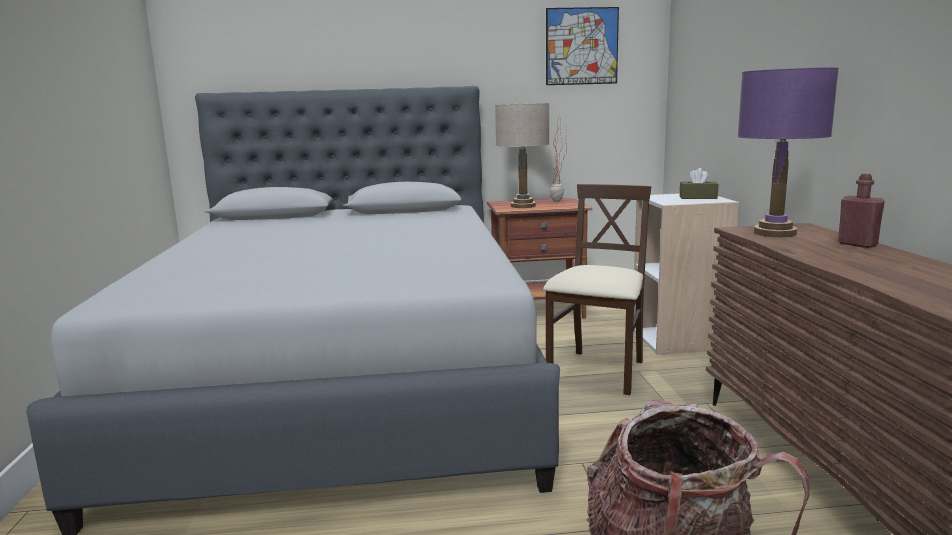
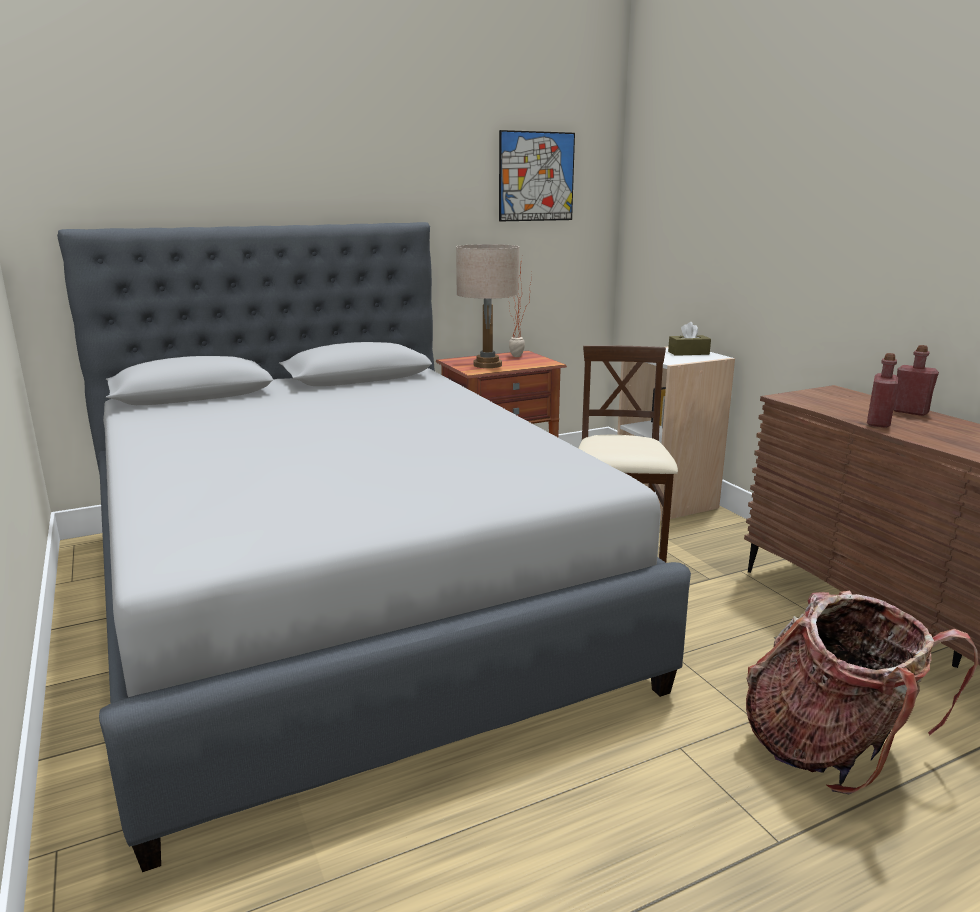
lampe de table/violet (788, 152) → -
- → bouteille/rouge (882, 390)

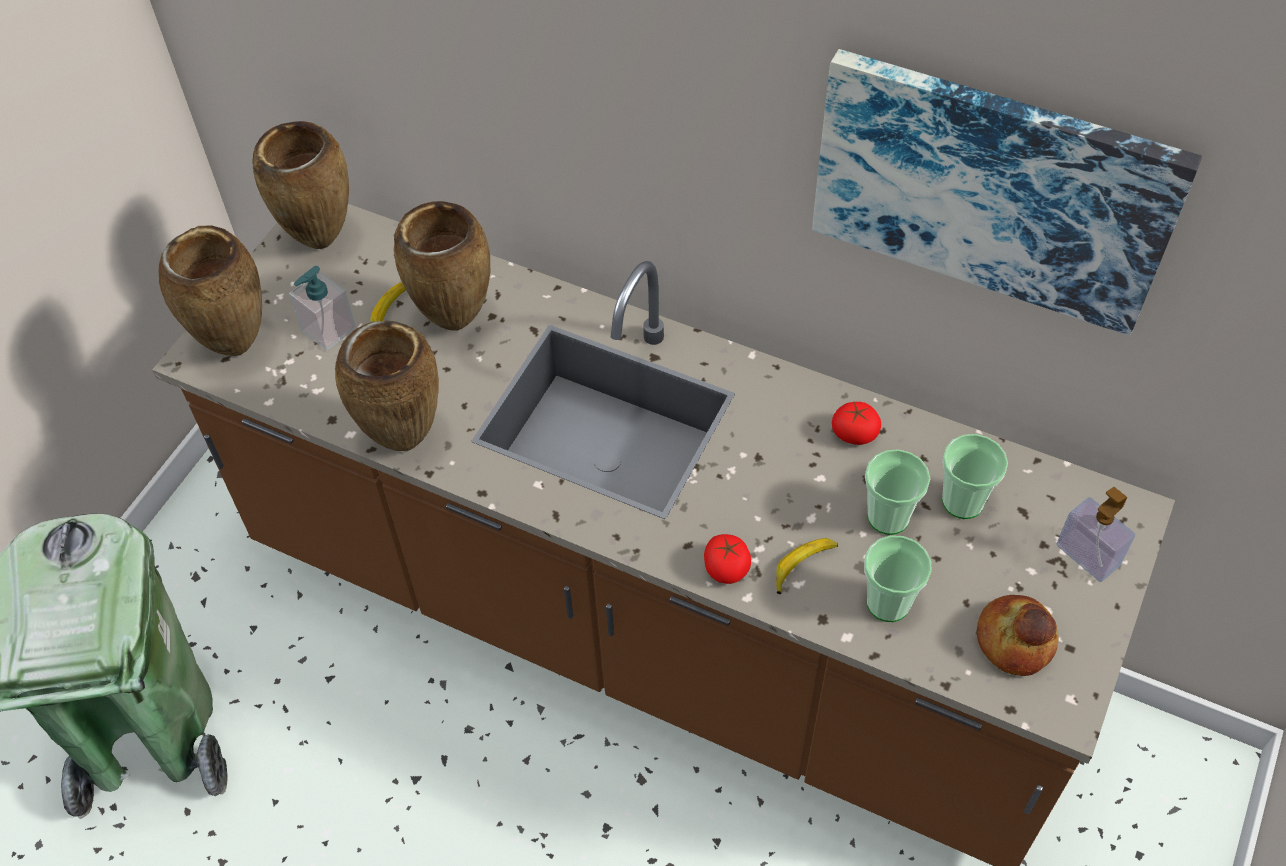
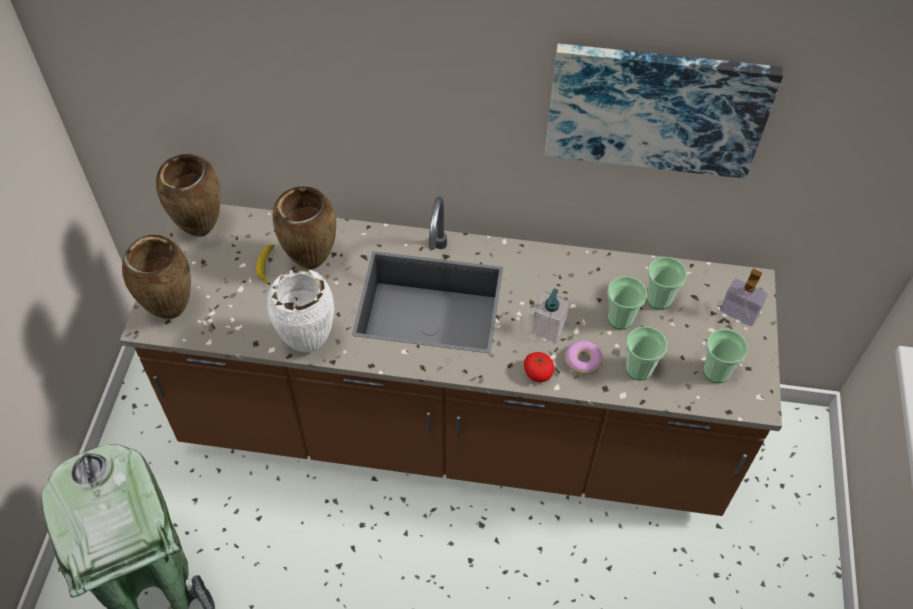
tomate (856, 423) → -
distributeur de savon (322, 308) → distributeur de savon (550, 316), relocated
banane (807, 566) → beignet (584, 358)
pain (1017, 635) → tasse (725, 356)
vase/marron (387, 385) → vase/blanc (300, 311)

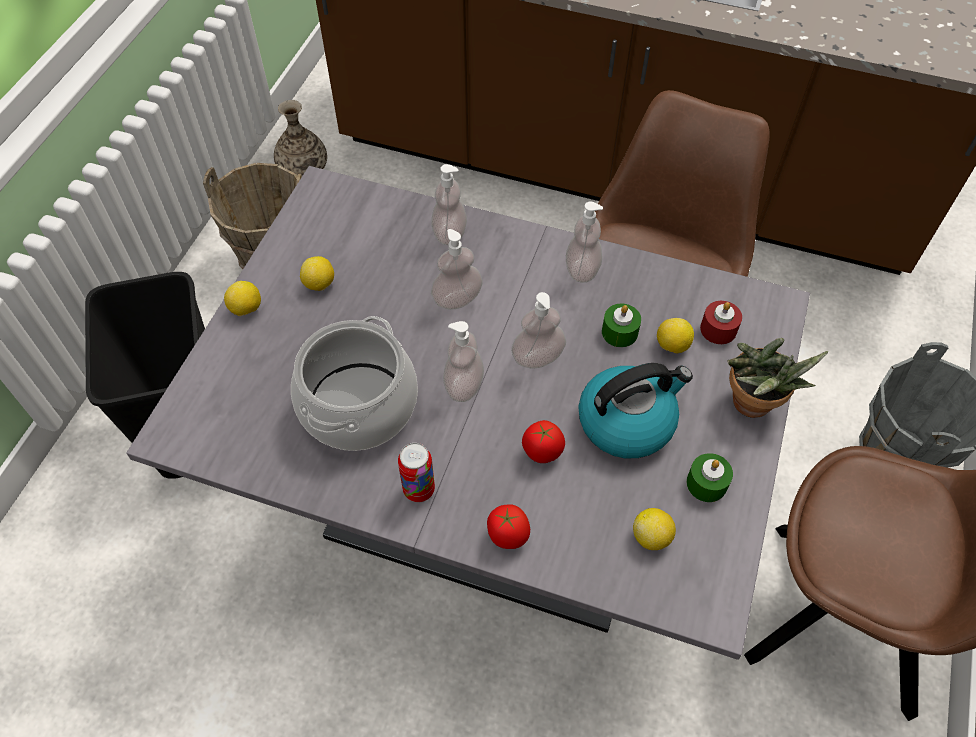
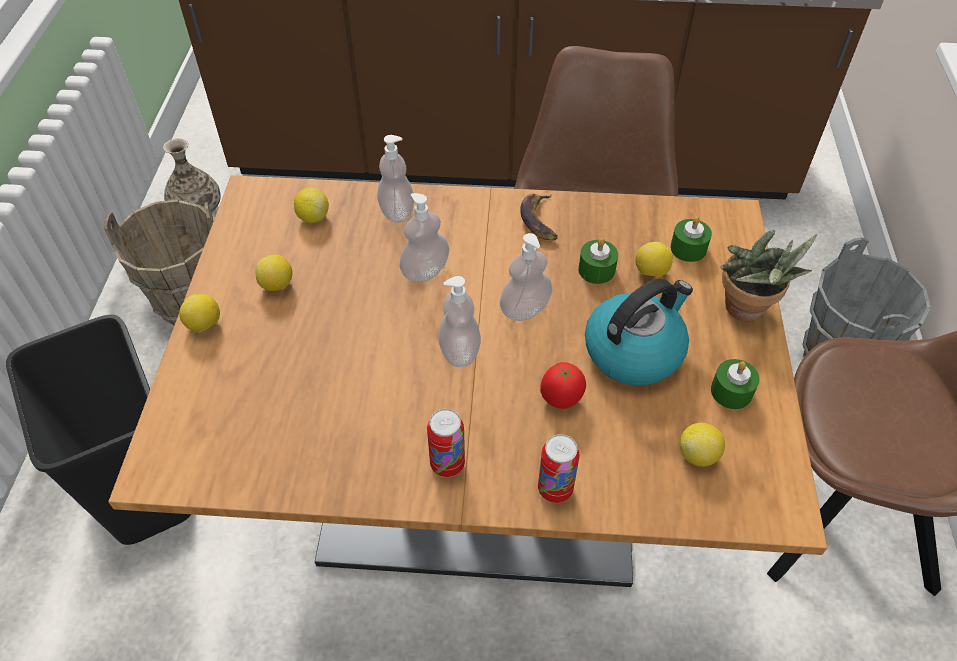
marmite (354, 383) → -
- → citron (311, 205)
tomate (508, 526) → boîte métallique (559, 468)
distributeur de savon (584, 242) → banane (539, 217)
table à manger/gris (468, 413) → table à manger/marron (467, 381)
bougie/rouge (721, 322) → bougie/vert (691, 239)

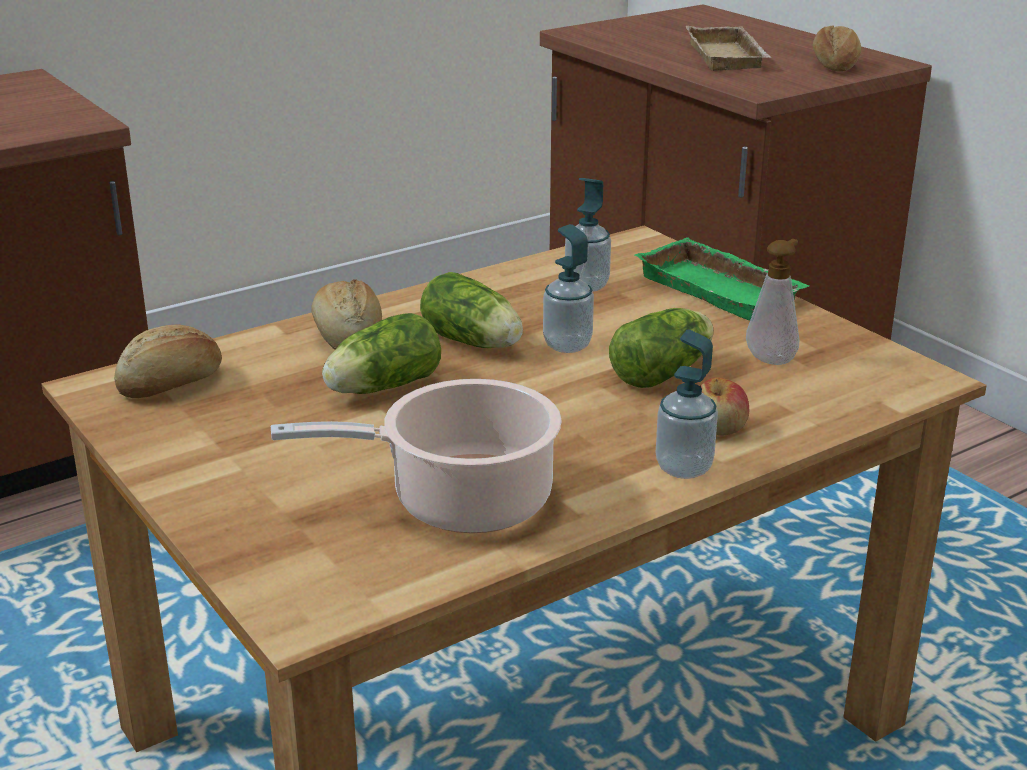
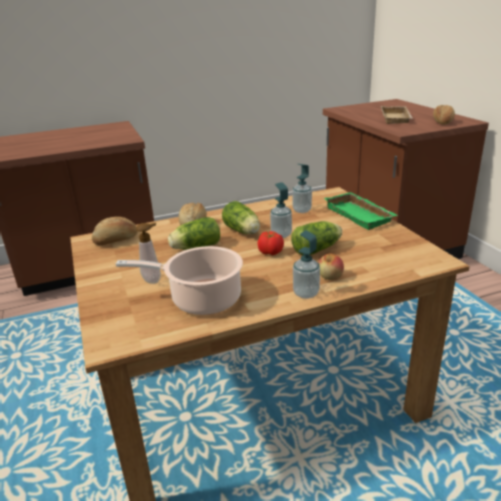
- → tomate (271, 243)
distributeur de savon (772, 302) → distributeur de savon (148, 253), relocated

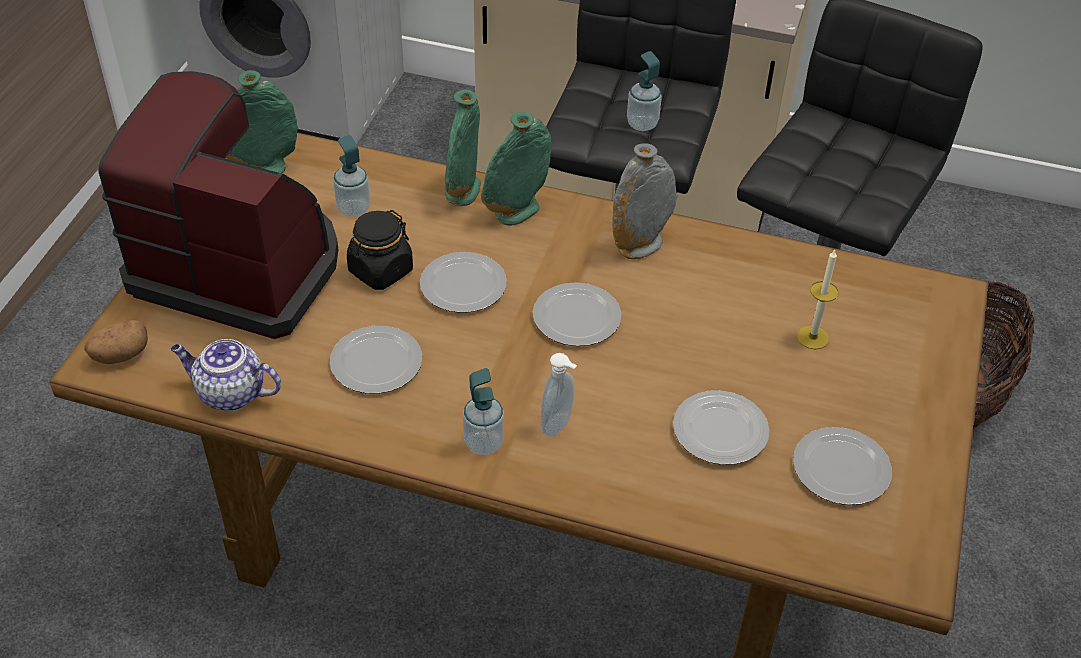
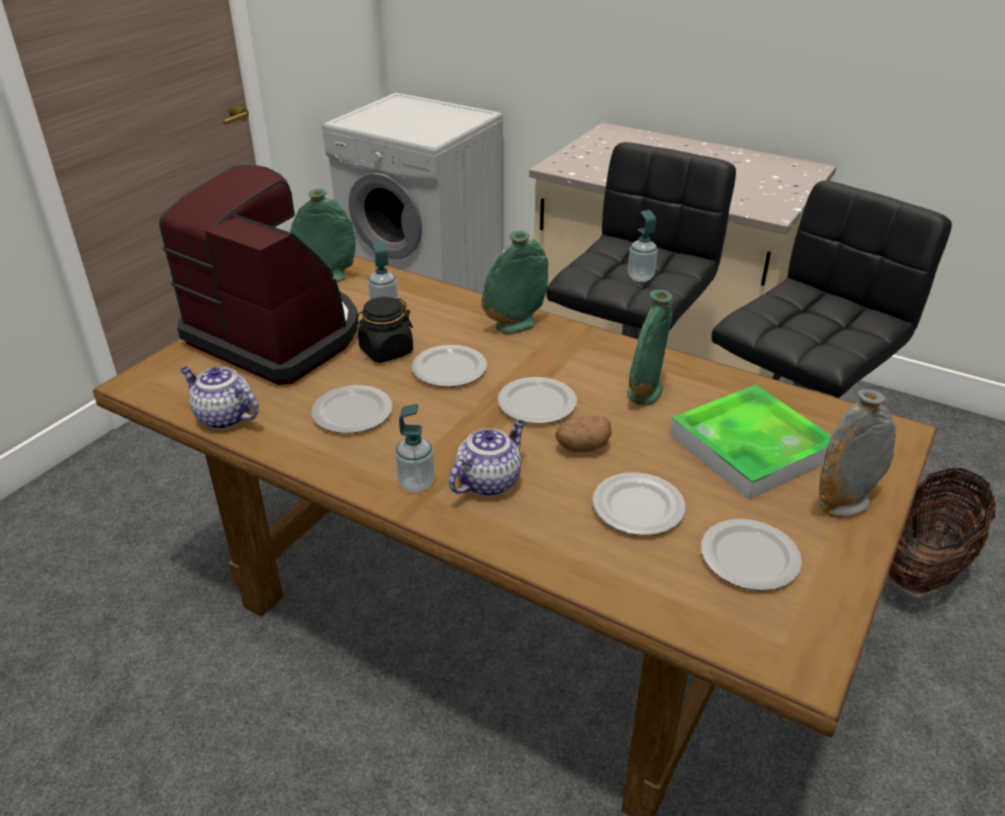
pomme de terre (116, 342) → pomme de terre (583, 434), relocated
vase/vert (463, 148) → vase/vert (649, 347), relocated
vase/gris (644, 201) → vase/gris (857, 453), relocated
distributeur de savon (559, 395) → théière (487, 458)
bougie (818, 299) → plateau (750, 442)

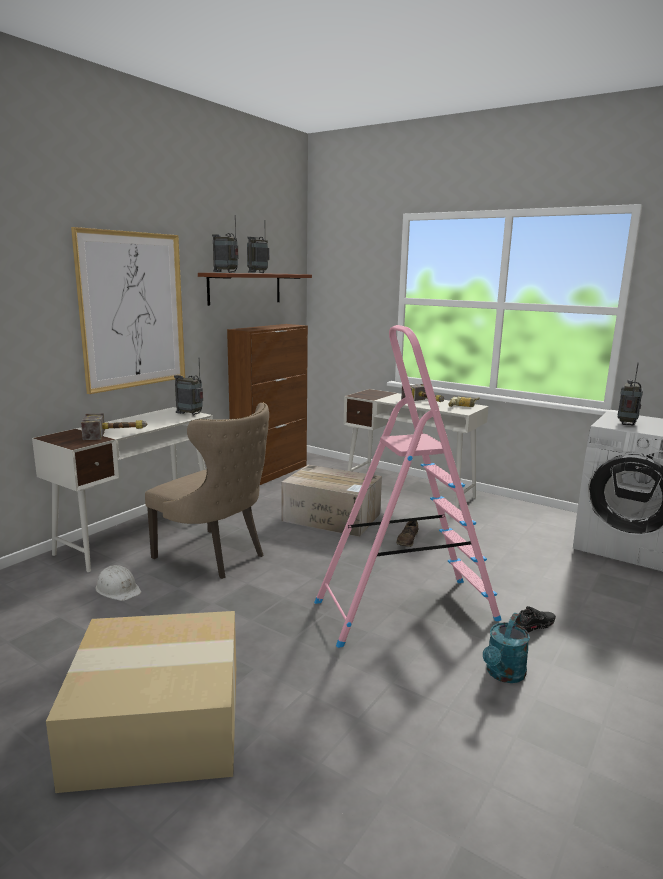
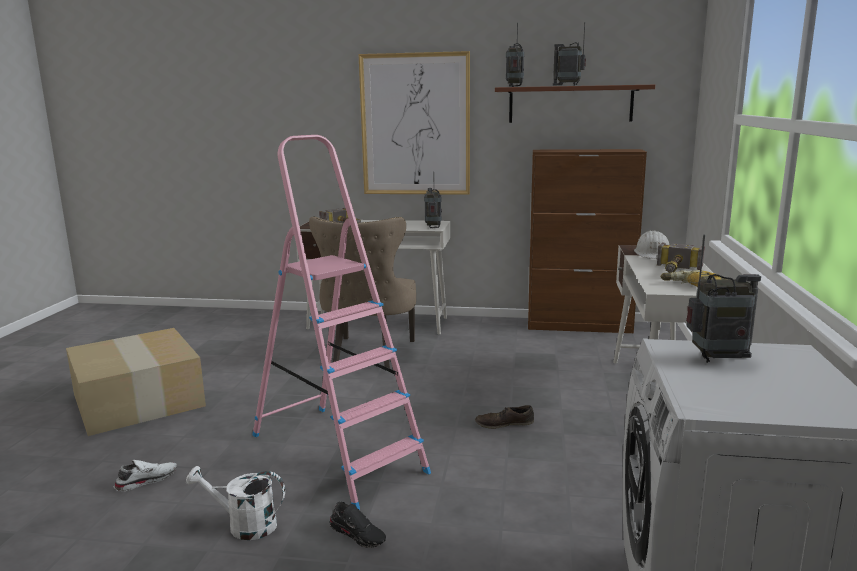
carton (331, 501) → -
- → chaussure/blanc (145, 475)
casque de chantier/blanc (118, 583) → casque de chantier/blanc (651, 244), relocated
arrosoir/turquoise (506, 648) → arrosoir/blanc (235, 503)

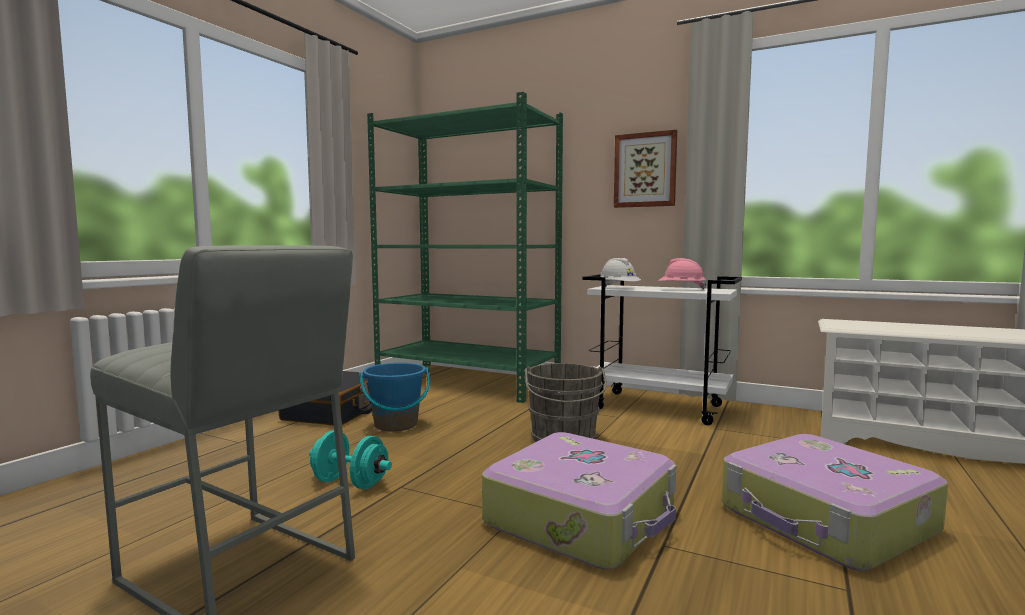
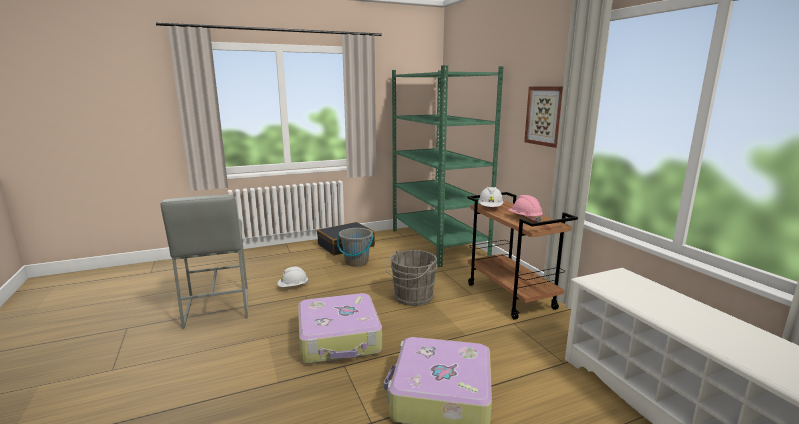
haltère/turquoise (350, 459) → casque de chantier/blanc (293, 277)
seau/bleu (394, 397) → seau/gris (355, 247)
chariot/blanc (662, 349) → chariot/marron (522, 256)

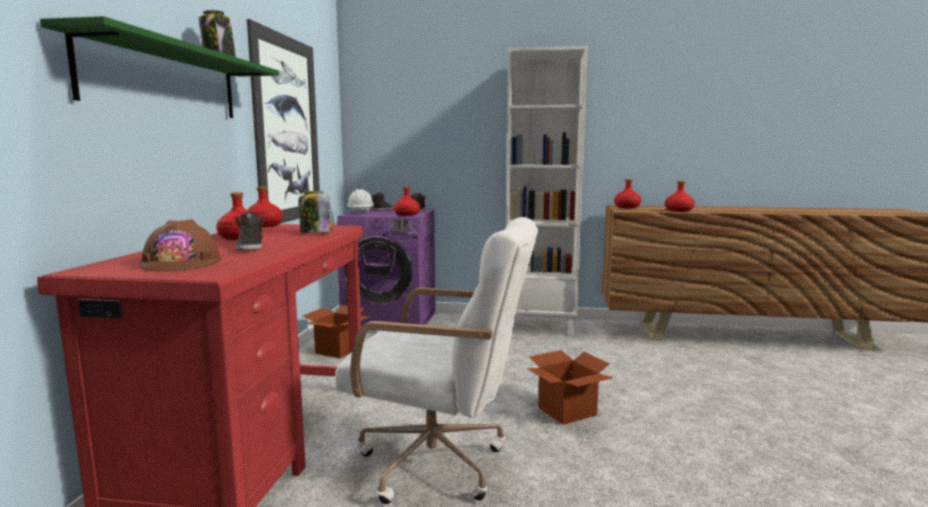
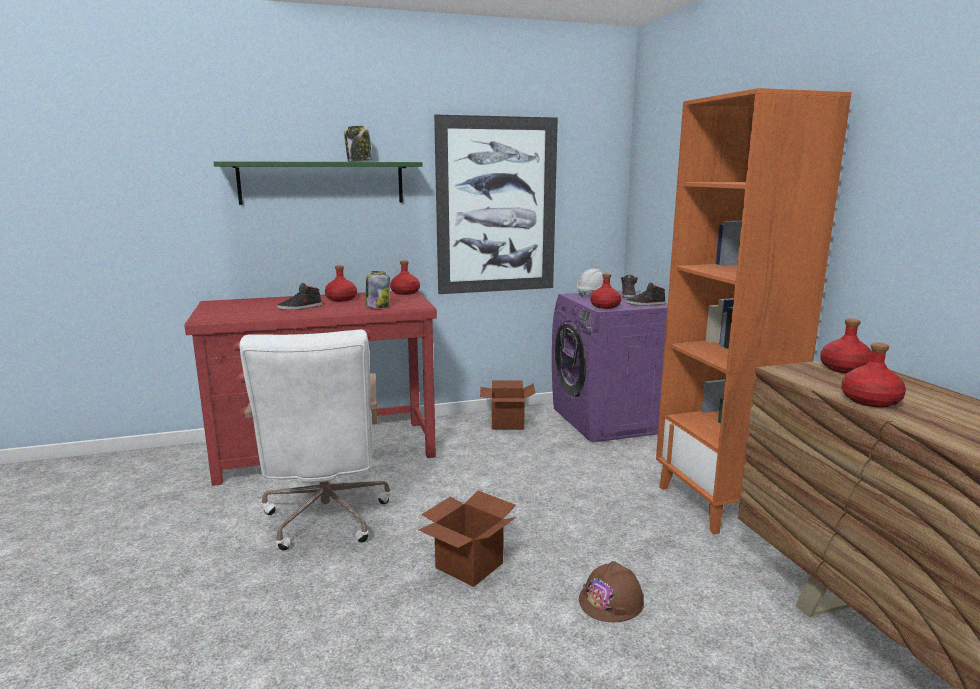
casque de chantier/marron (180, 245) → casque de chantier/marron (611, 591), relocated
bibliothèque/blanc (547, 191) → bibliothèque/orange (754, 311)

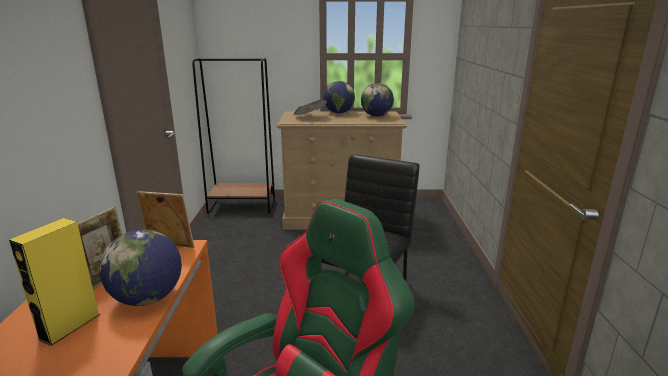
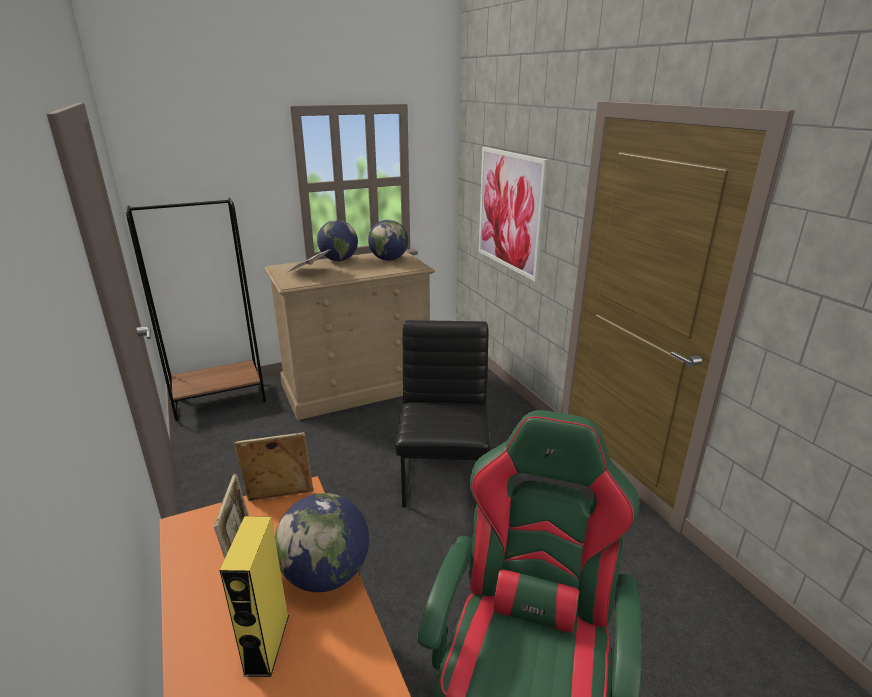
- → tableau (513, 214)

